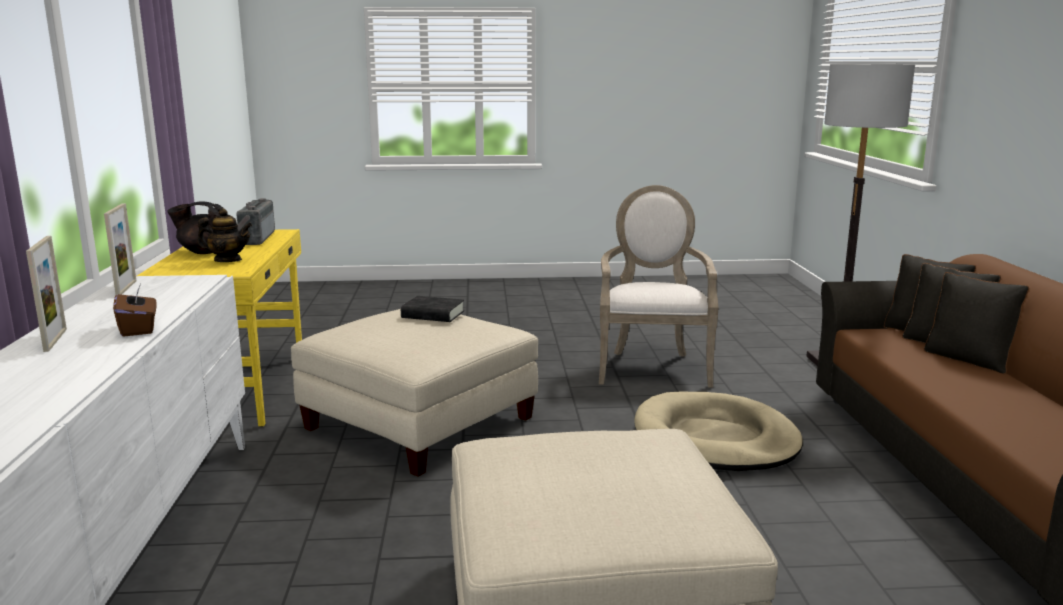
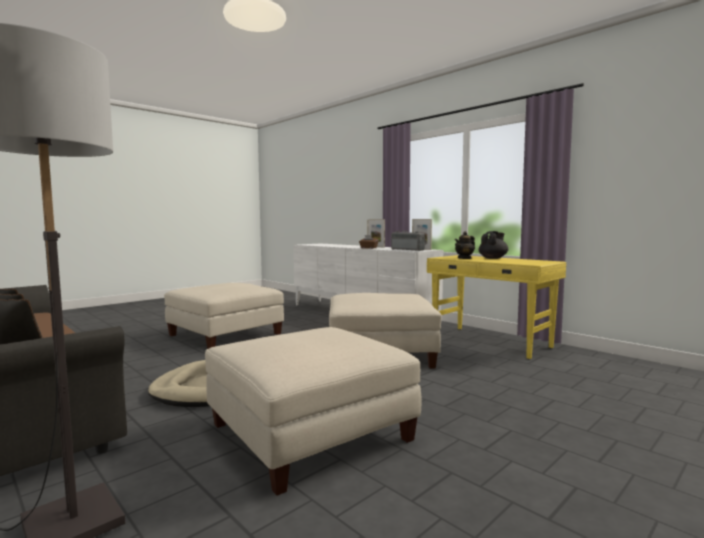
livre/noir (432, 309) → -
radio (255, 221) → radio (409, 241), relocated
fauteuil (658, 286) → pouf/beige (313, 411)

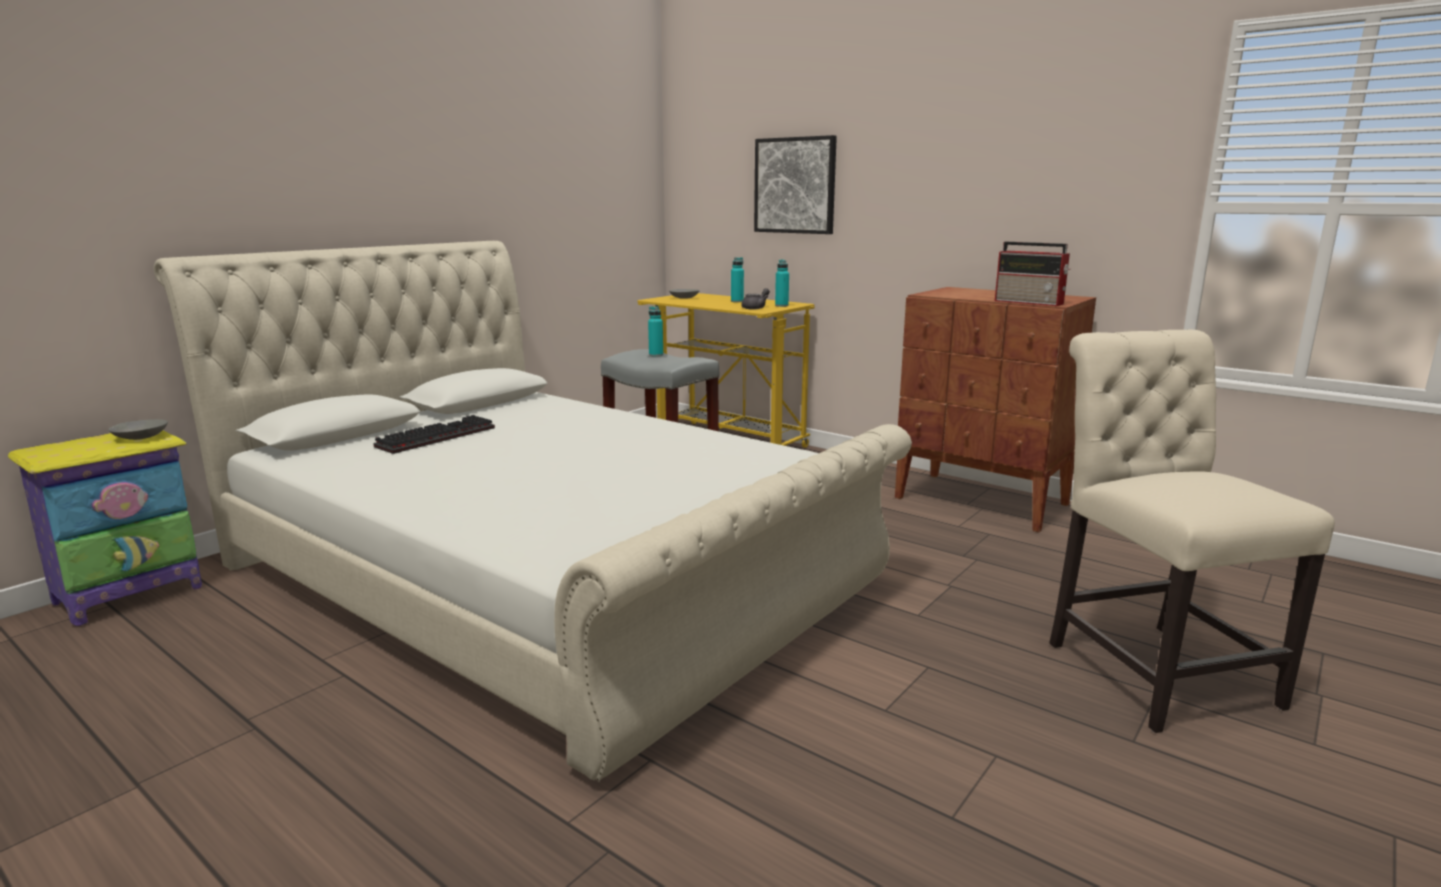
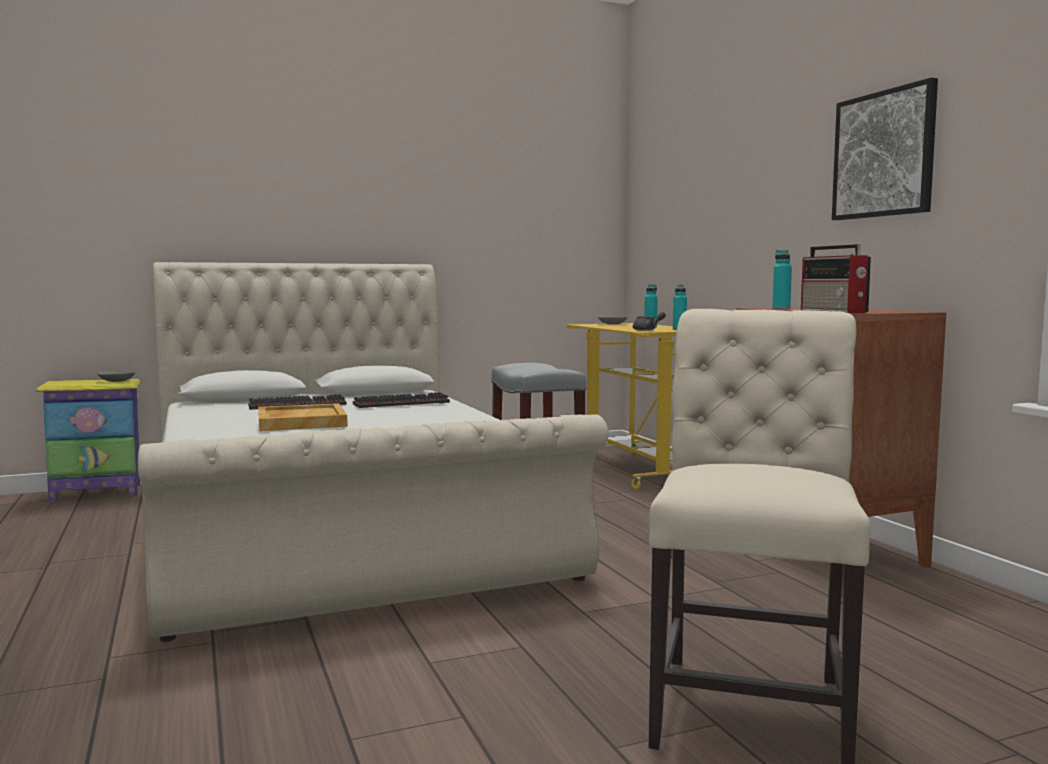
- → plateau/beige (303, 417)
- → clavier (401, 400)
bouteille/turquoise (655, 331) → bouteille/turquoise (782, 279), relocated
tableau (795, 184) → tableau (885, 149), relocated

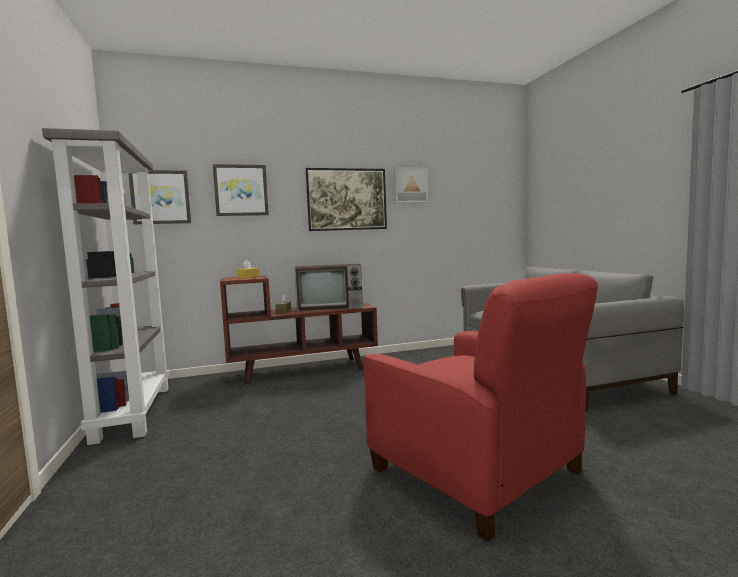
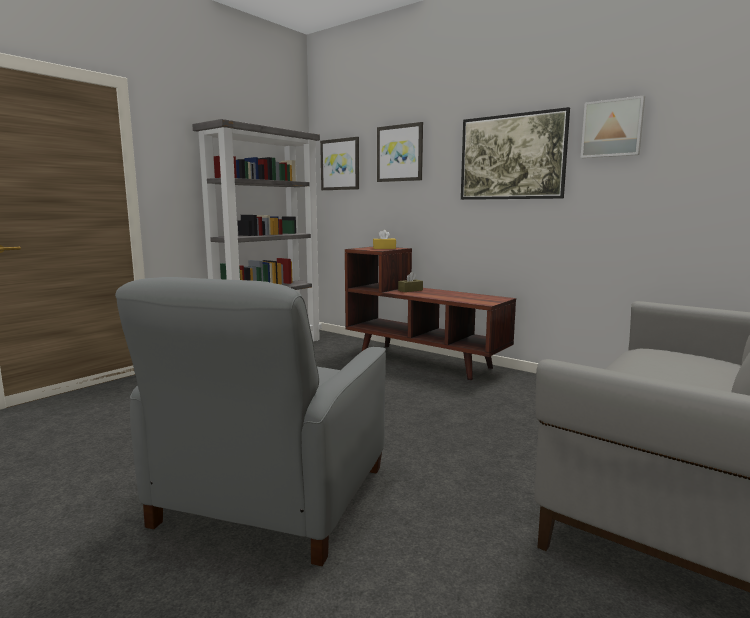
téléviseur (328, 288) → -
fauteuil/rouge (481, 407) → fauteuil/gris (250, 421)

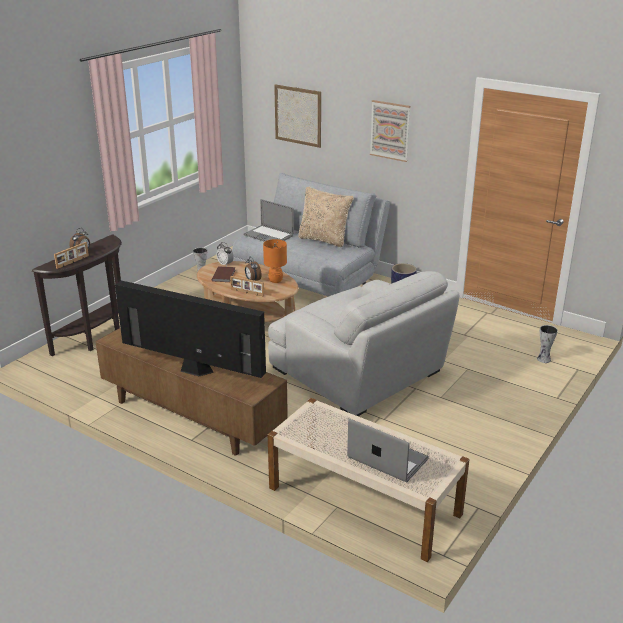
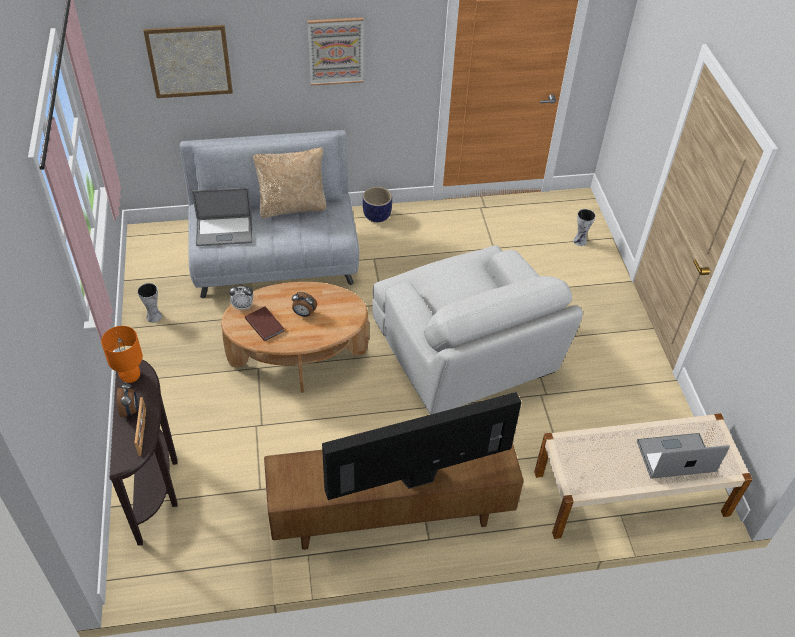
cadre photo (247, 286) → -
lampe de table/orange (275, 261) → lampe de table/orange (122, 354), relocated
fauteuil/blanc (363, 343) → fauteuil/blanc (477, 330), 60 degrees clockwise

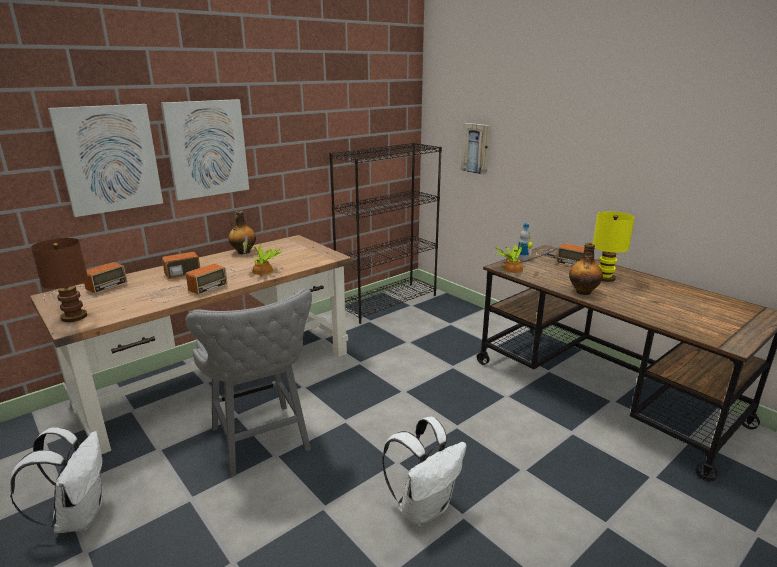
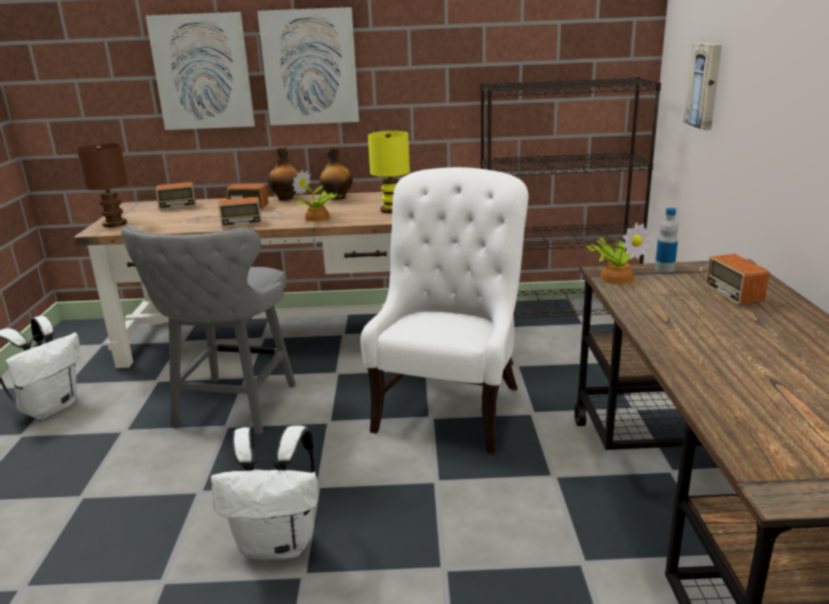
- → chaise/blanc (445, 310)
bouteille (586, 268) → bouteille (283, 173), relocated
lampe de table/jaune (614, 246) → lampe de table/jaune (389, 172), relocated

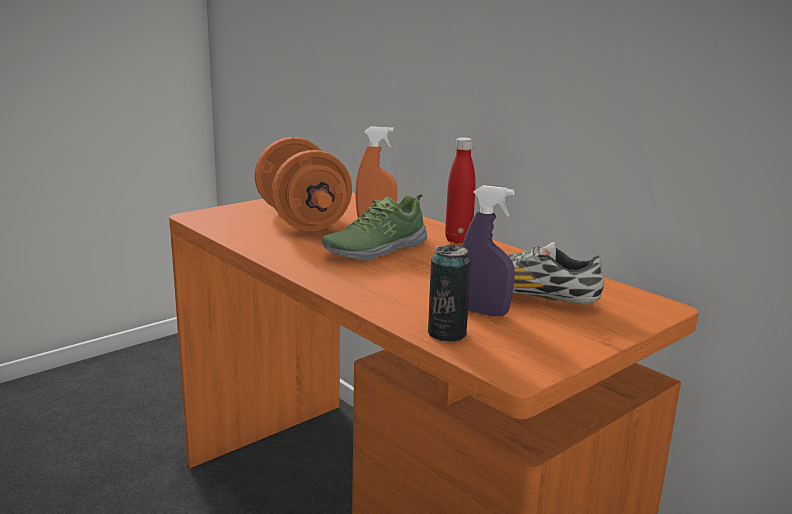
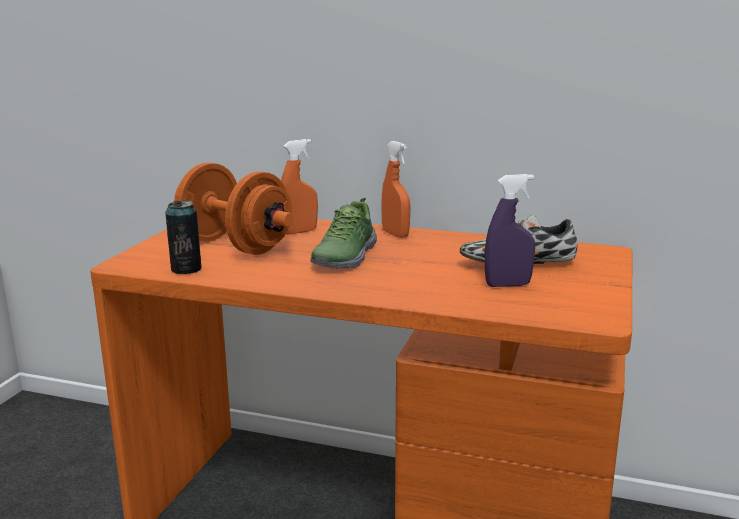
boîte métallique (449, 293) → boîte métallique (183, 237), relocated
bouteille/rouge (460, 190) → vaporisateur/orange (395, 189)

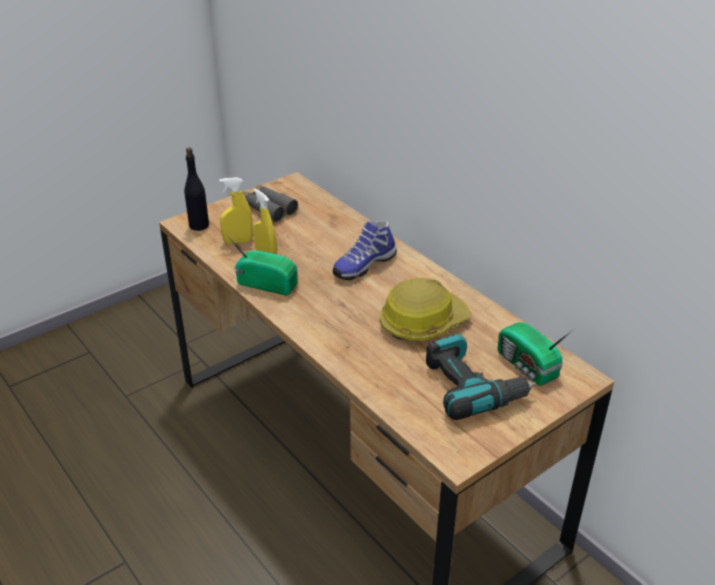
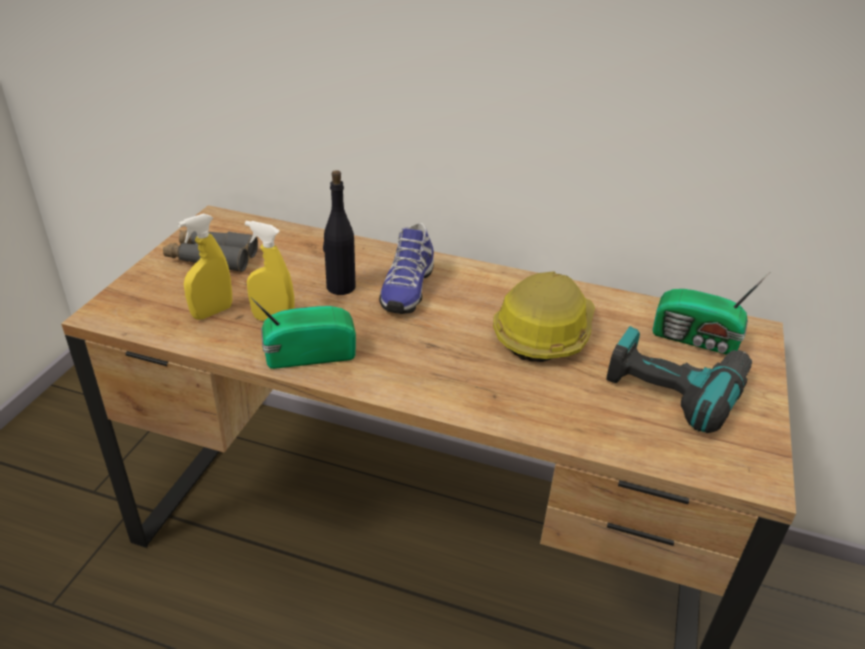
bouteille/noir (196, 189) → bouteille/noir (339, 232), relocated

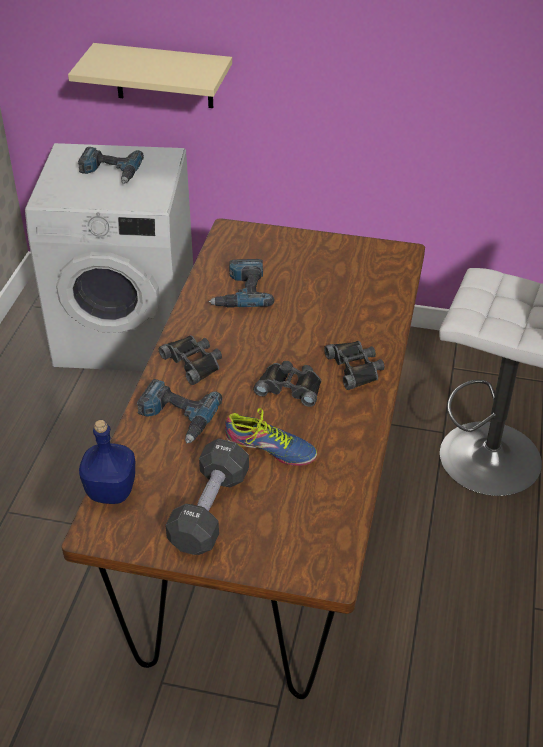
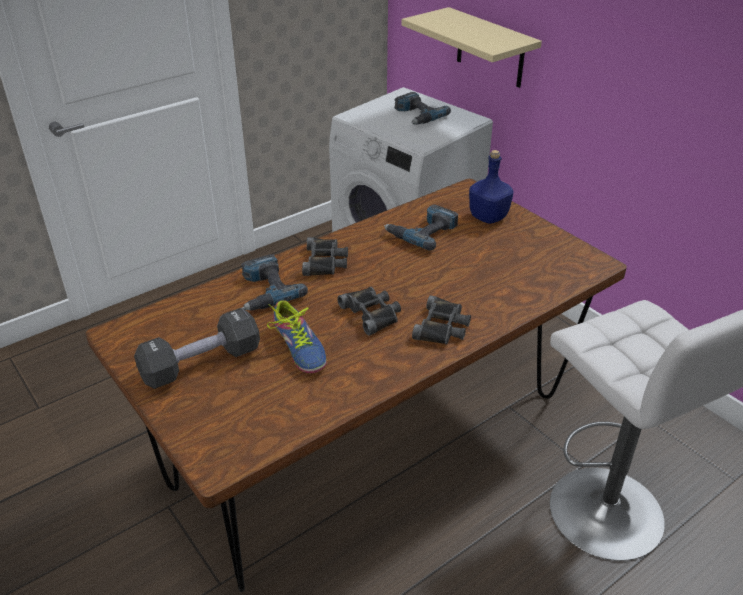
bouteille/bleu (107, 462) → bouteille/bleu (491, 187), relocated

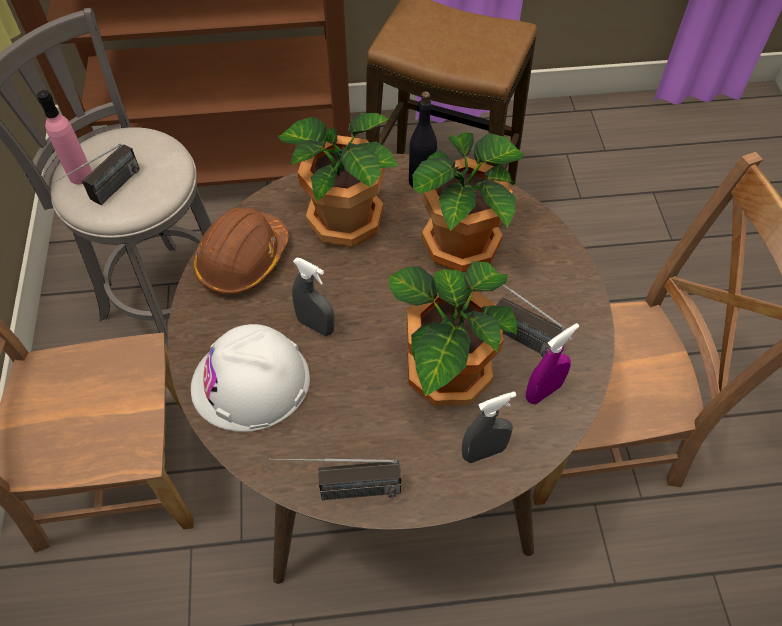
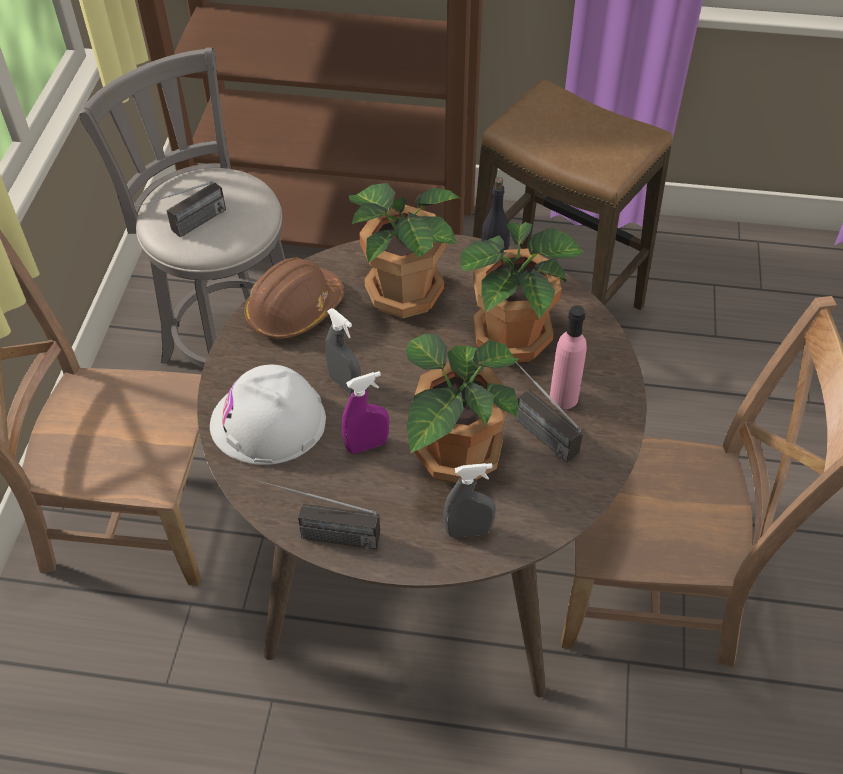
bouteille/rose (64, 137) → bouteille/rose (568, 357), relocated
vaporisateur/violet (552, 363) → vaporisateur/violet (365, 412), relocated

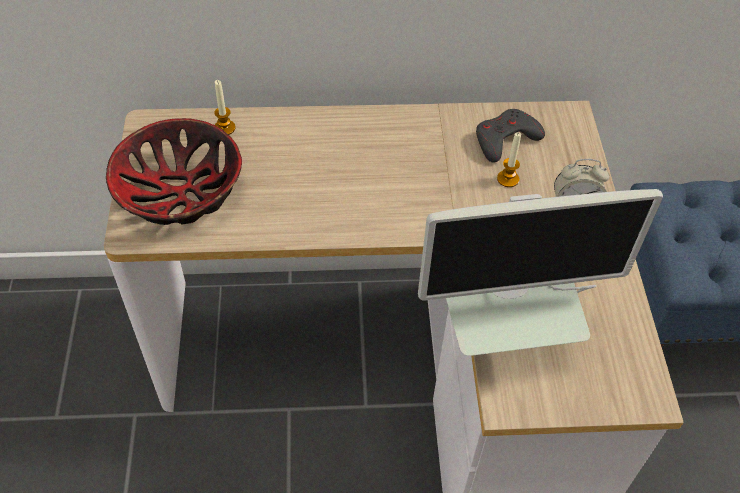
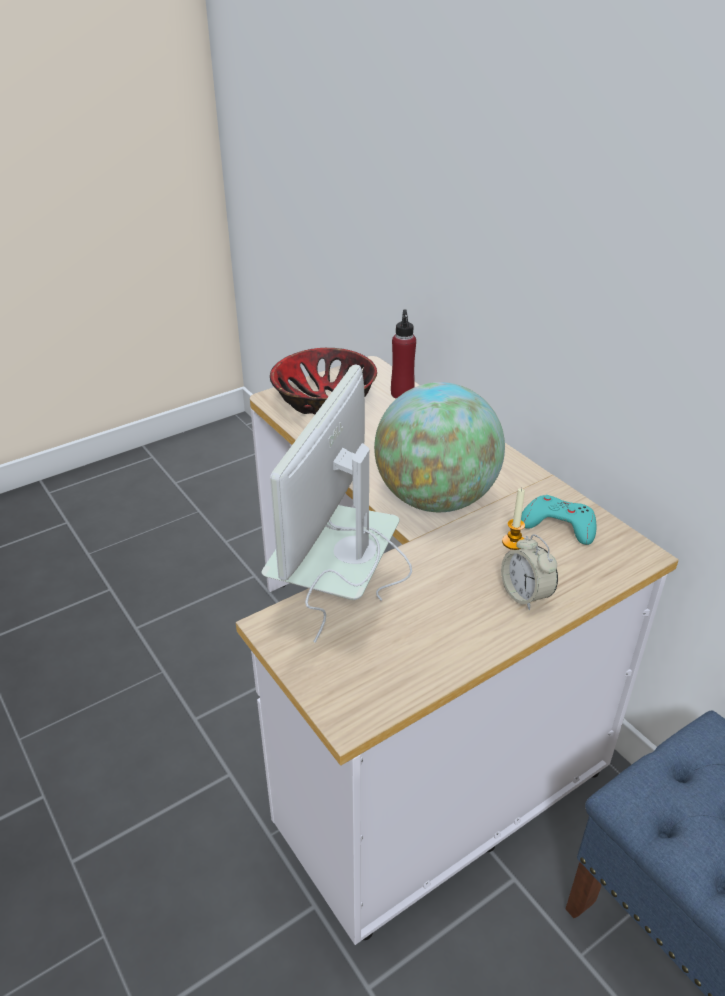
- → globe (439, 447)
bougie (224, 107) → bouteille/rouge (403, 354)
manette/gris (510, 135) → manette/turquoise (558, 520)
écran d'ordinateur (540, 272) → écran d'ordinateur (337, 504), 60 degrees clockwise

